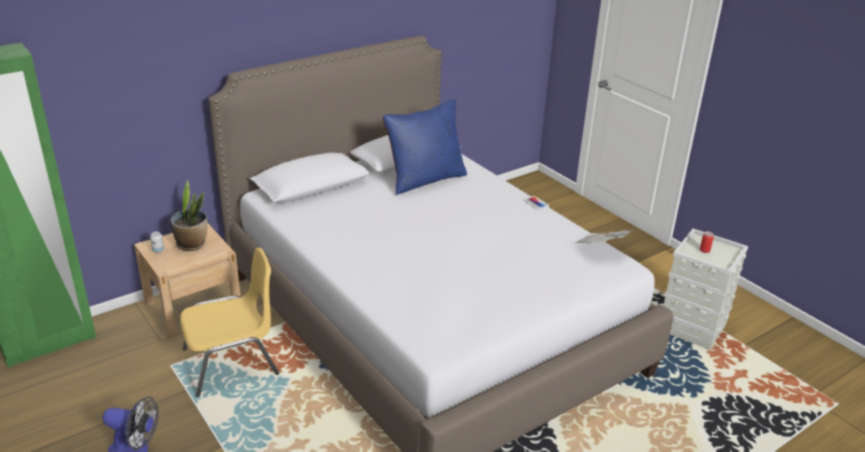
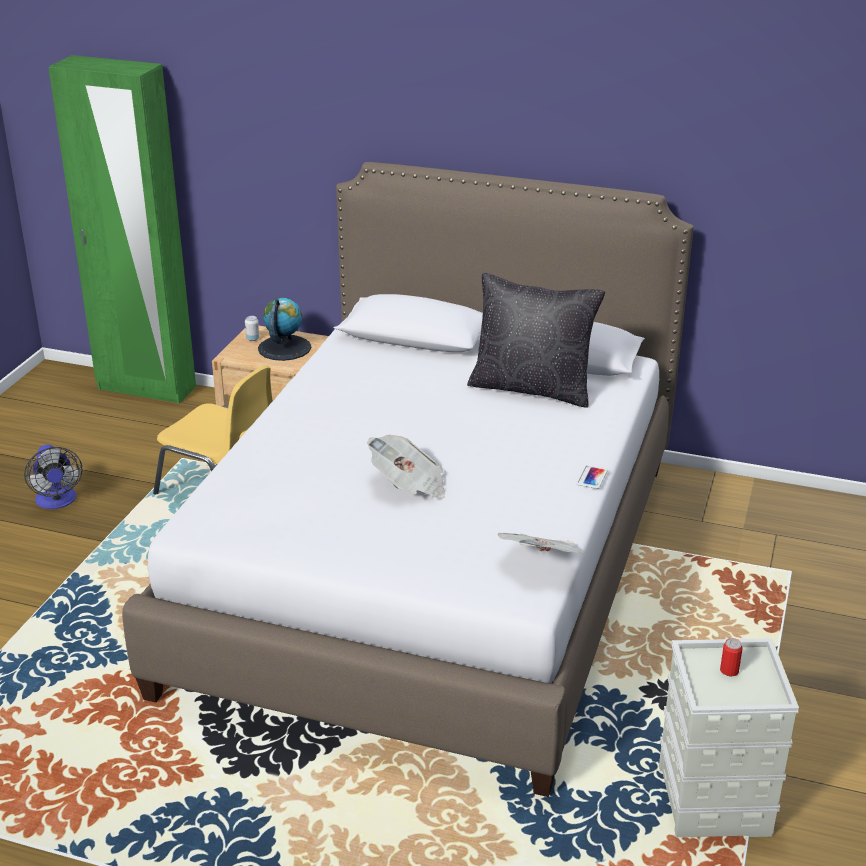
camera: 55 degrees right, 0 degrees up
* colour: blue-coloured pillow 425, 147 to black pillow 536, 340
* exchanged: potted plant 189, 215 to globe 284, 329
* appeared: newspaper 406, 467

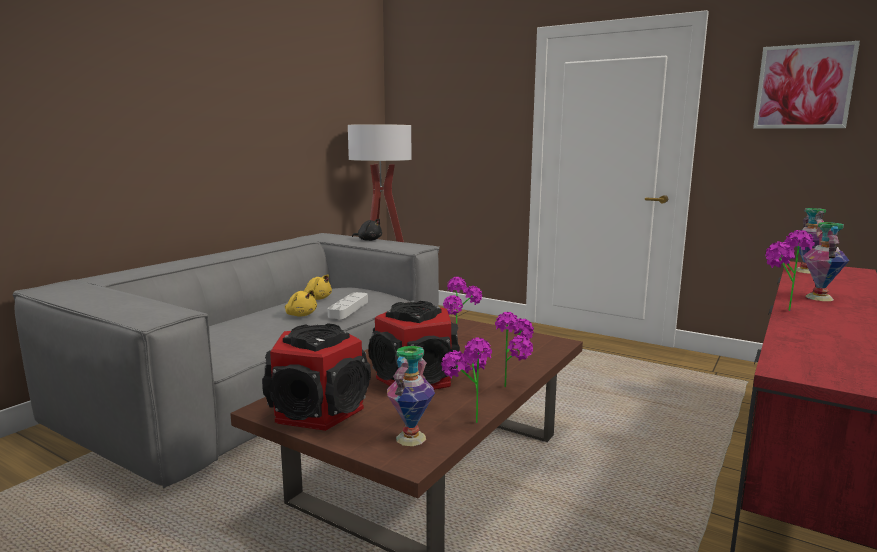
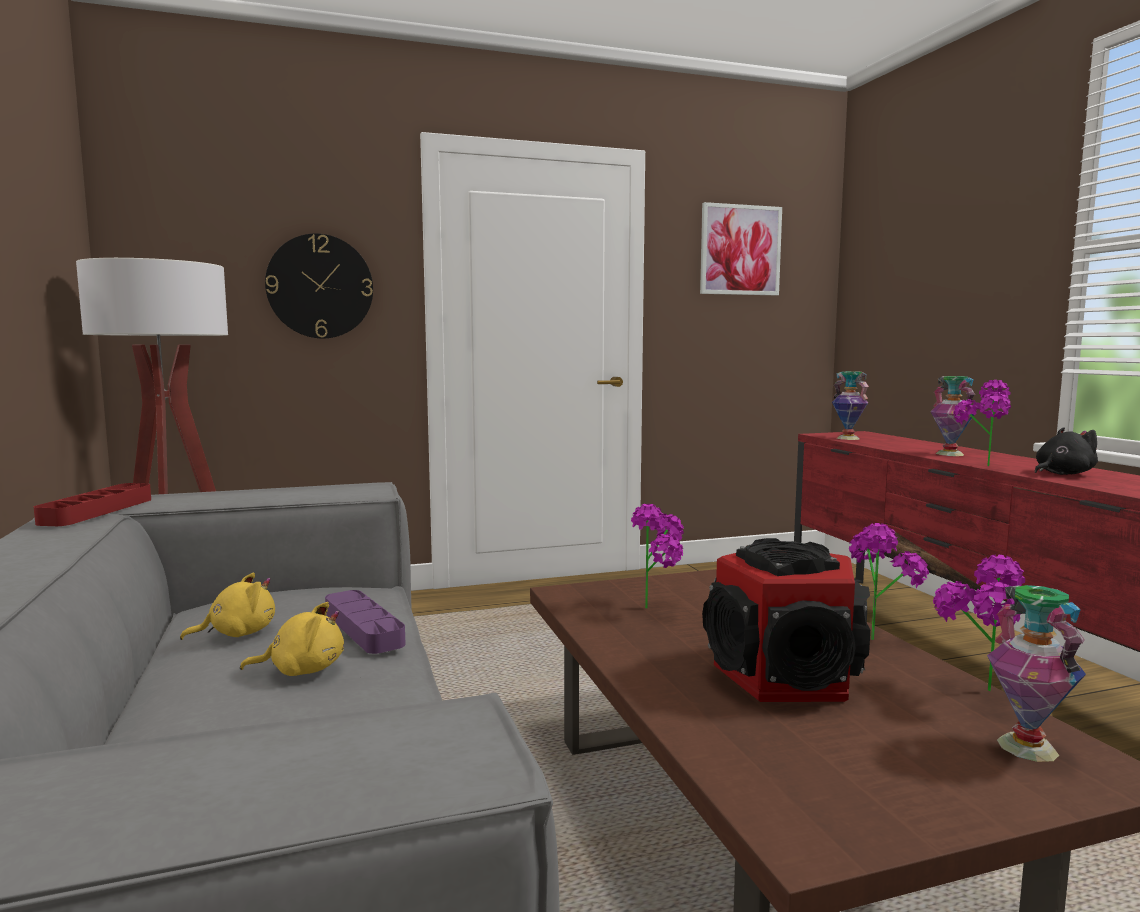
camera: 50 degrees left, 5 degrees down
* relocated: black plush toy 367, 230 to 1066, 451
* colour: greyish carrying tray 348, 305 to purple-coloured carrying tray 365, 622
* missing: loudspeaker 316, 377
* appeared: hanging clock 319, 286
* appeared: red-coloured carrying tray 92, 504

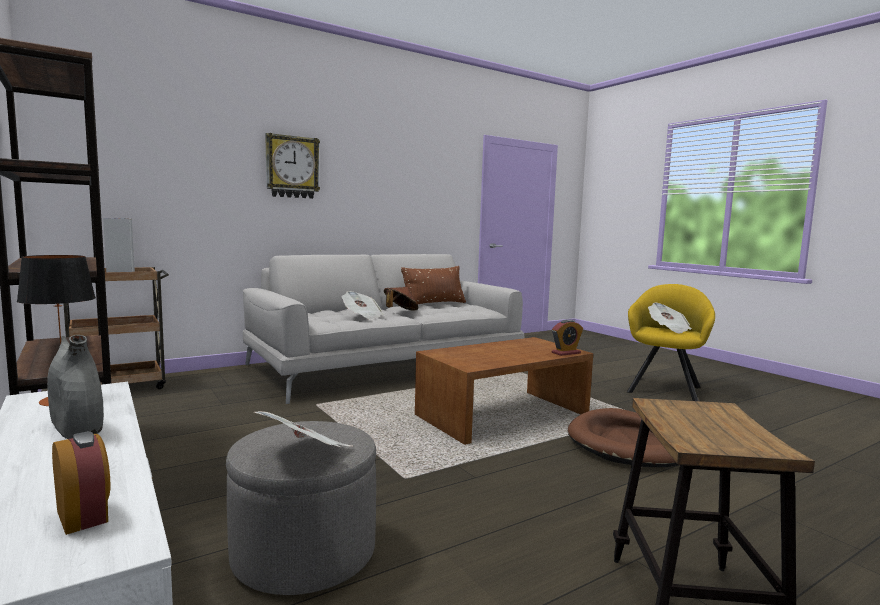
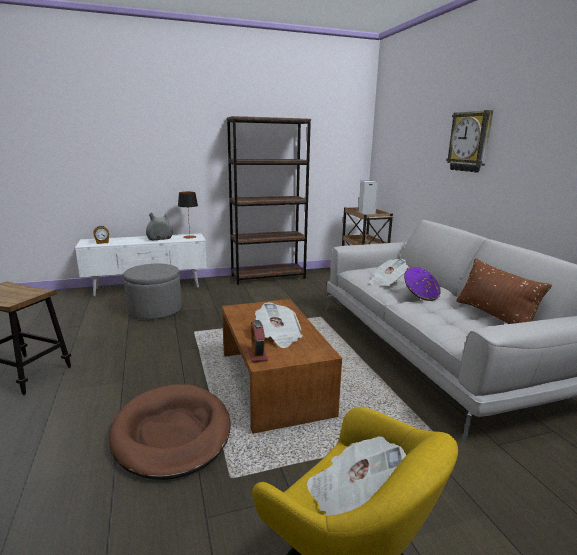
camera: 105 degrees right, 10 degrees up
* colour: brownish clothing hat 401, 299 to purple-coloured clothing hat 422, 284
* relocated: newspaper 303, 429 to 279, 325

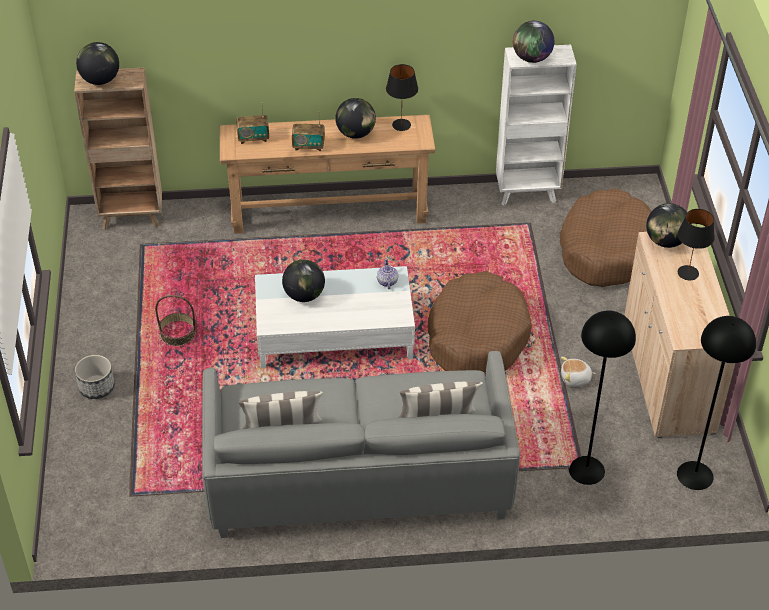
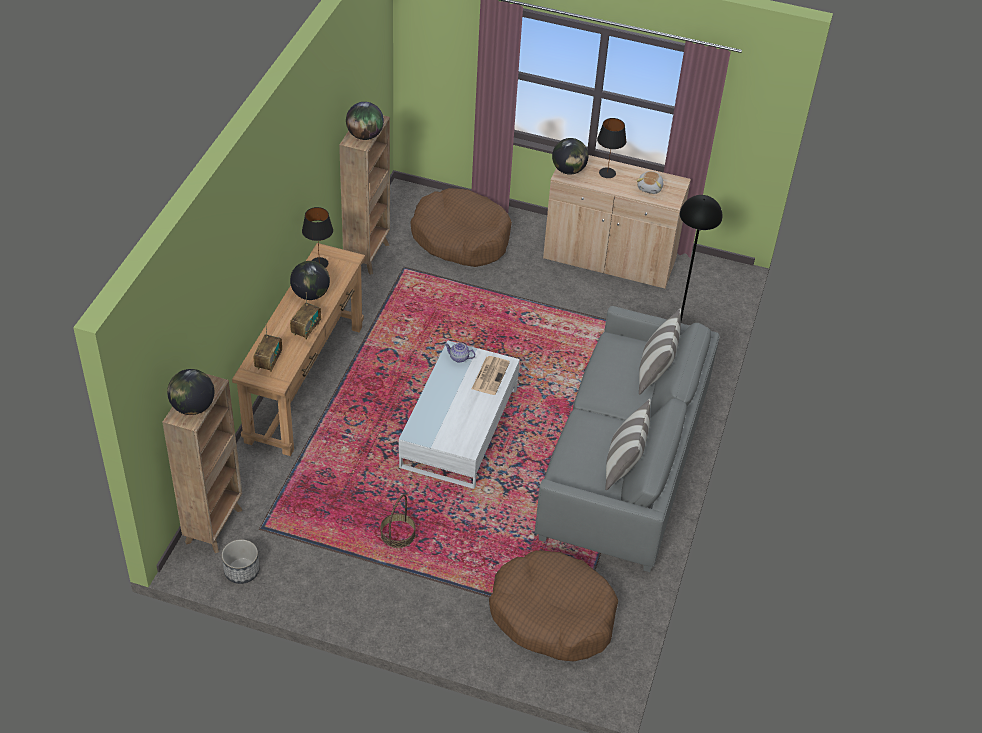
camera: 70 degrees left, 0 degrees up
* colour: whitish shelving unit 536, 125 to brownish shelving unit 364, 195
* missing: globe 303, 280
* relocated: brownish pet bed 480, 323 to 553, 605
* missing: black standard lamp 716, 403
* relocated: plant pot 95, 377 to 241, 561
* relocated: plush toy 578, 372 to 650, 182
* appeared: newspaper 491, 375

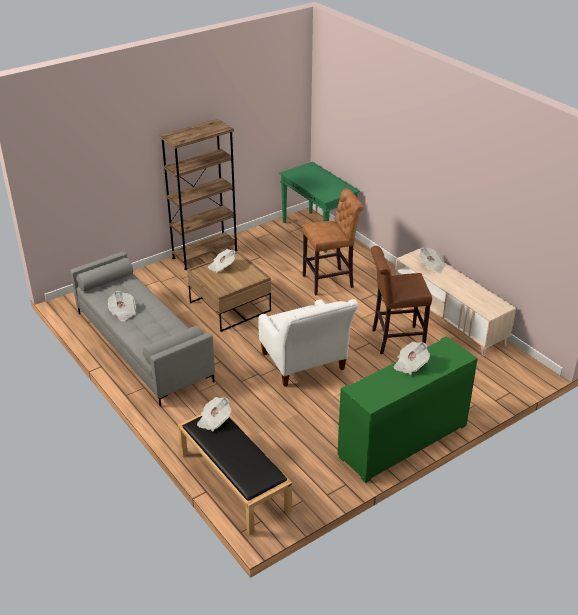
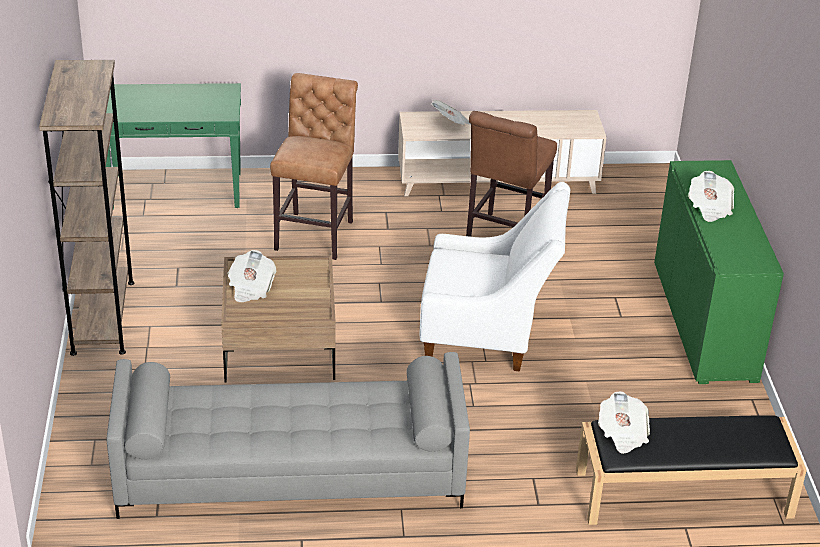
camera: 60 degrees left, 0 degrees up
* missing: newspaper 122, 306

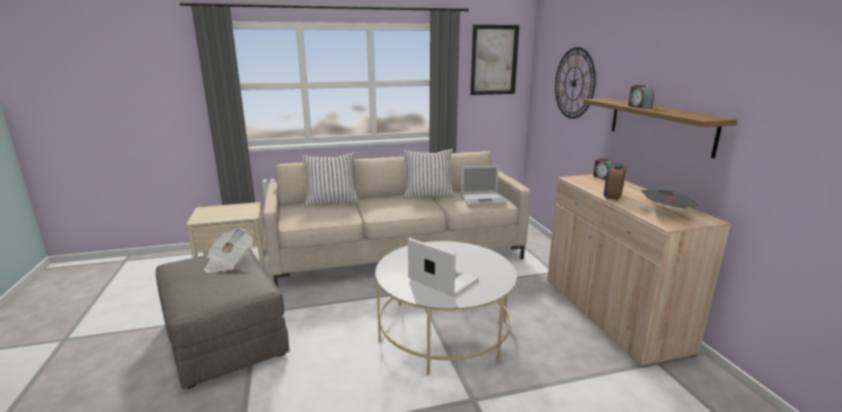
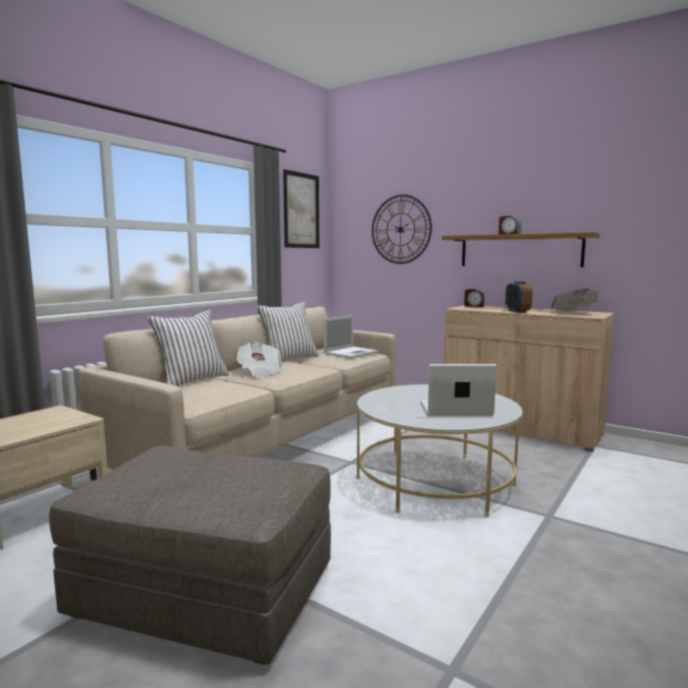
camera: 40 degrees left, 10 degrees down
* relocated: newspaper 228, 250 to 259, 359

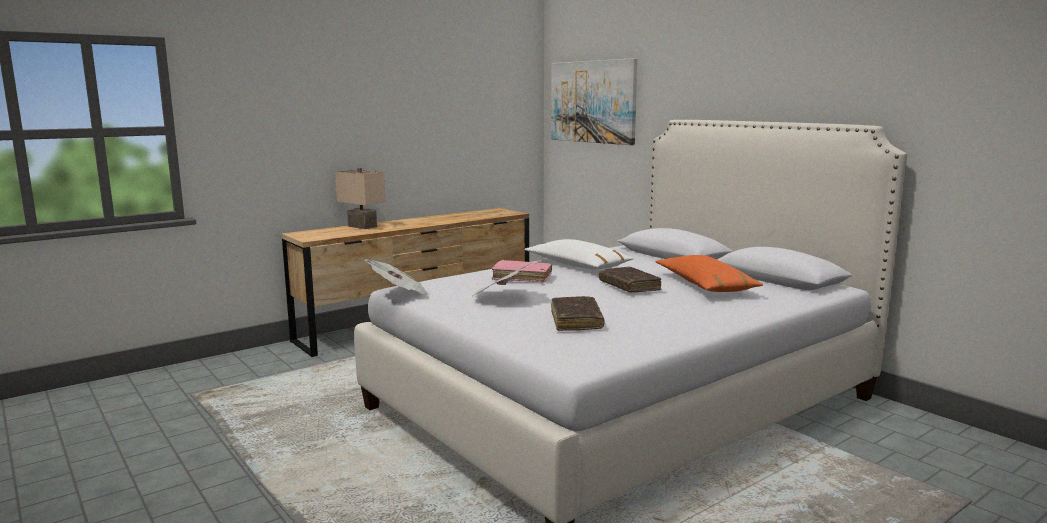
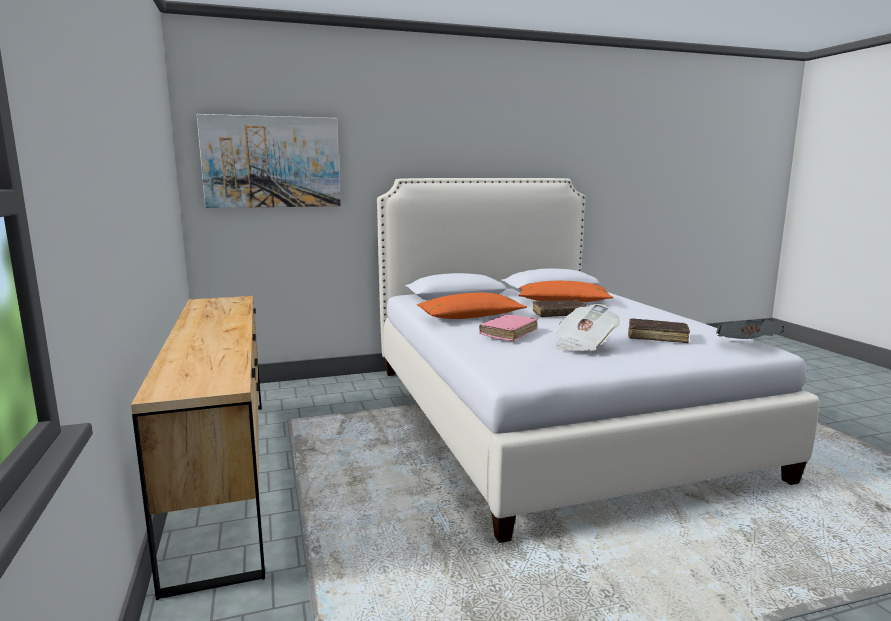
camera: 70 degrees left, 0 degrees up
* missing: beige table lamp 360, 198
* colour: whitish pillow 579, 254 to orange pillow 472, 306
* relocated: newspaper 397, 277 to 749, 329

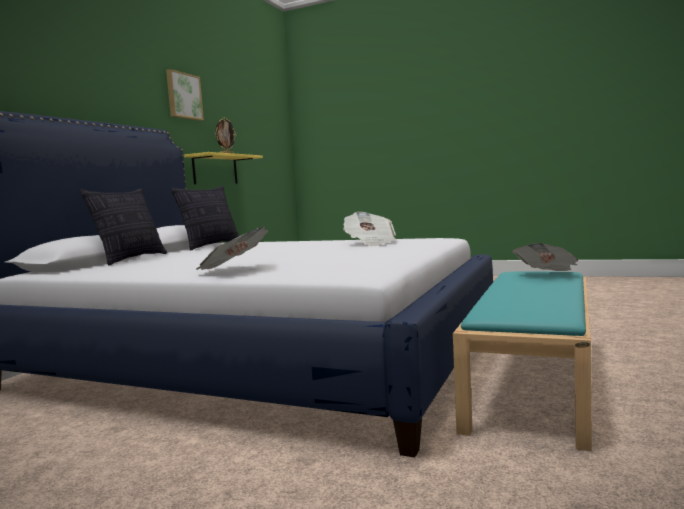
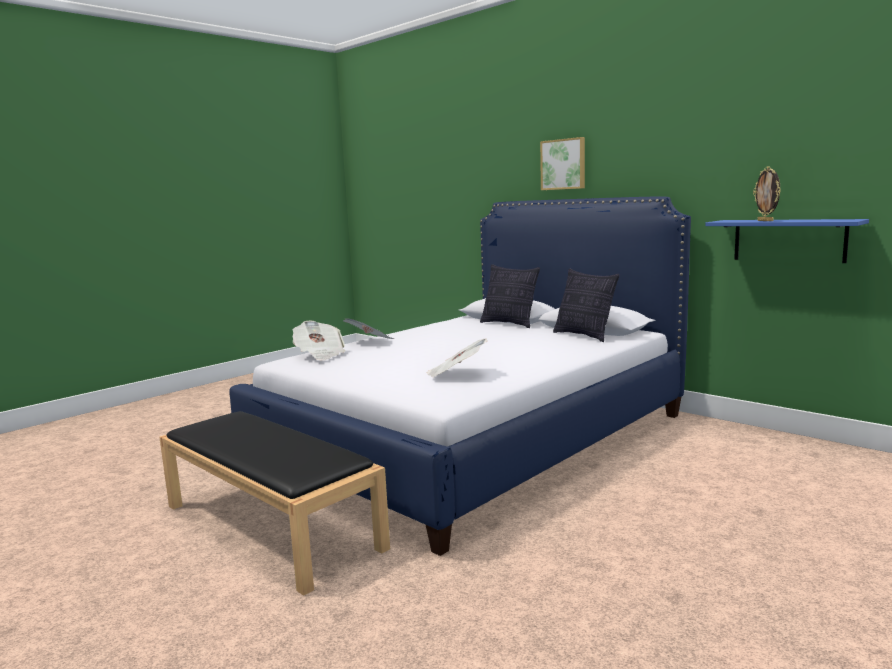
camera: 110 degrees right, 5 degrees up
* relocated: wall picture 185, 95 to 562, 163
* colour: yellow-coloured bracket shelf 223, 168 to blue-coloured bracket shelf 787, 241
* relocated: newspaper 545, 257 to 319, 341
* colour: turquoise long seat 522, 361 to black long seat 274, 503

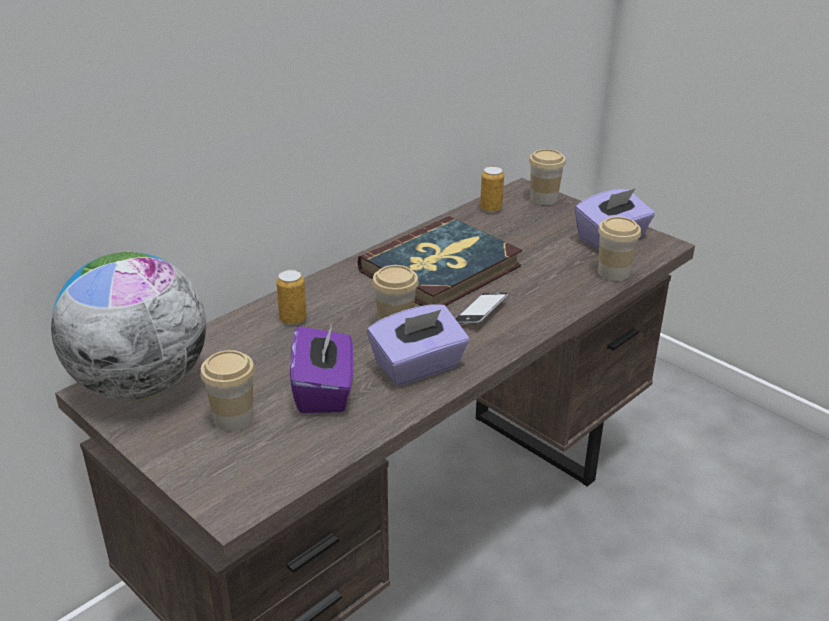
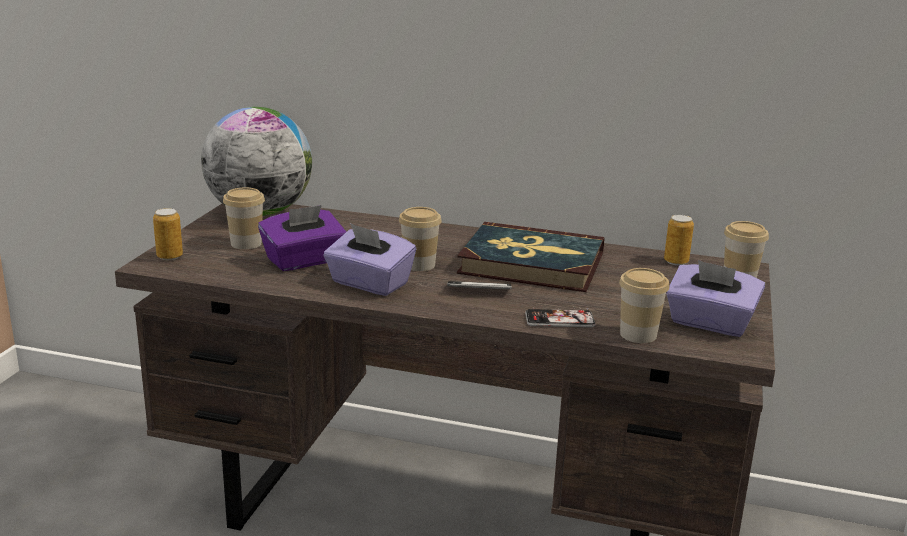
camera: 60 degrees right, 10 degrees down
* relocated: can 291, 297 to 168, 234
* appeared: telephone 560, 317

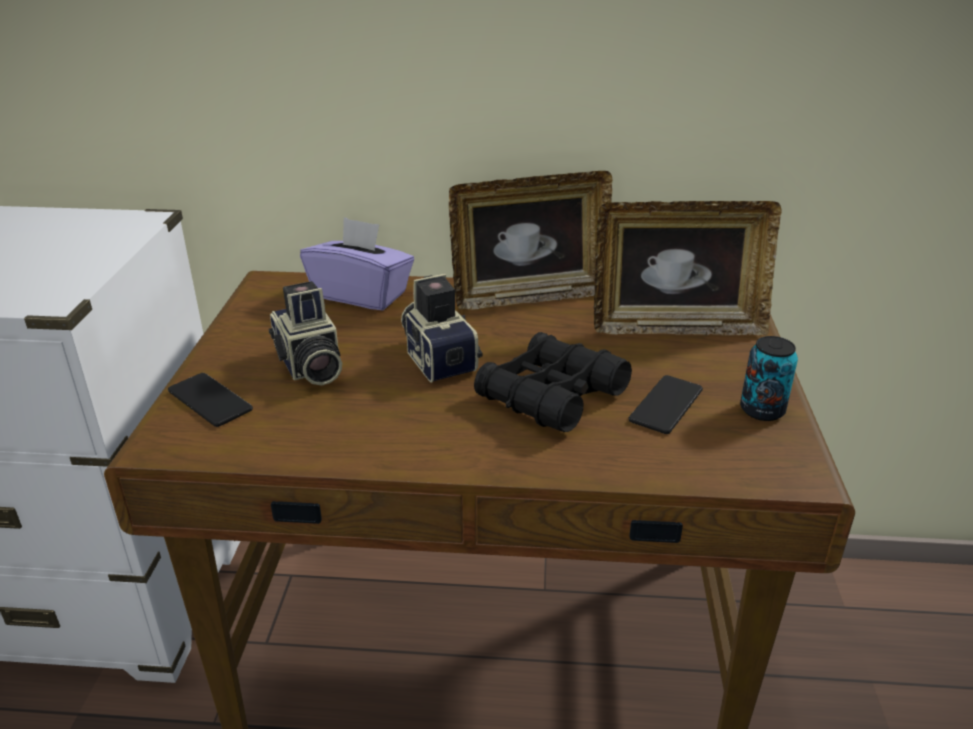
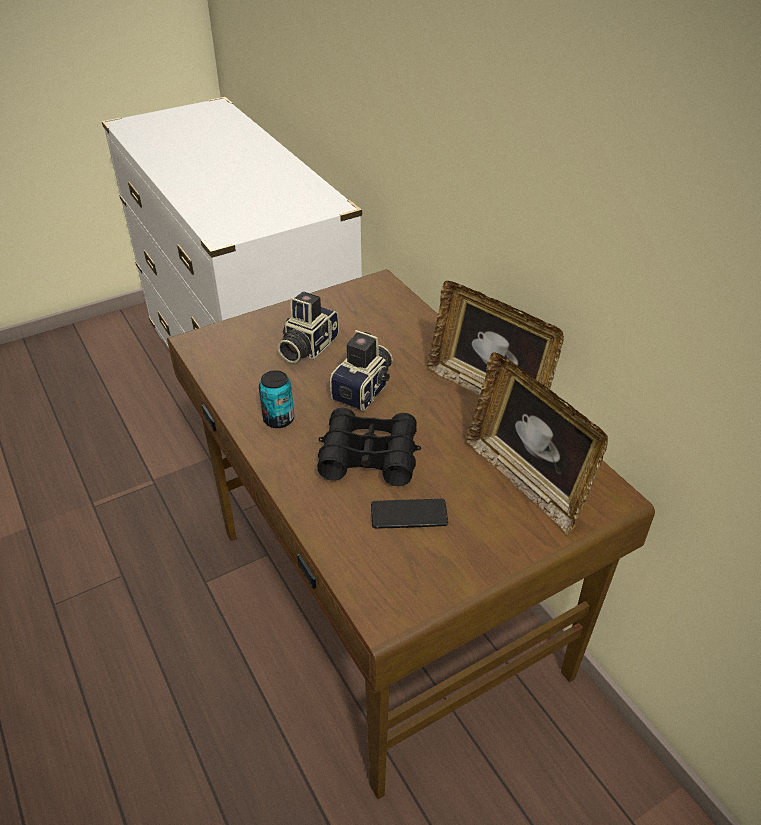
camera: 55 degrees right, 10 degrees up
* missing: purple-coloured tissue holder 357, 263
* relocated: can 769, 378 to 276, 399
* missing: telephone 210, 400

